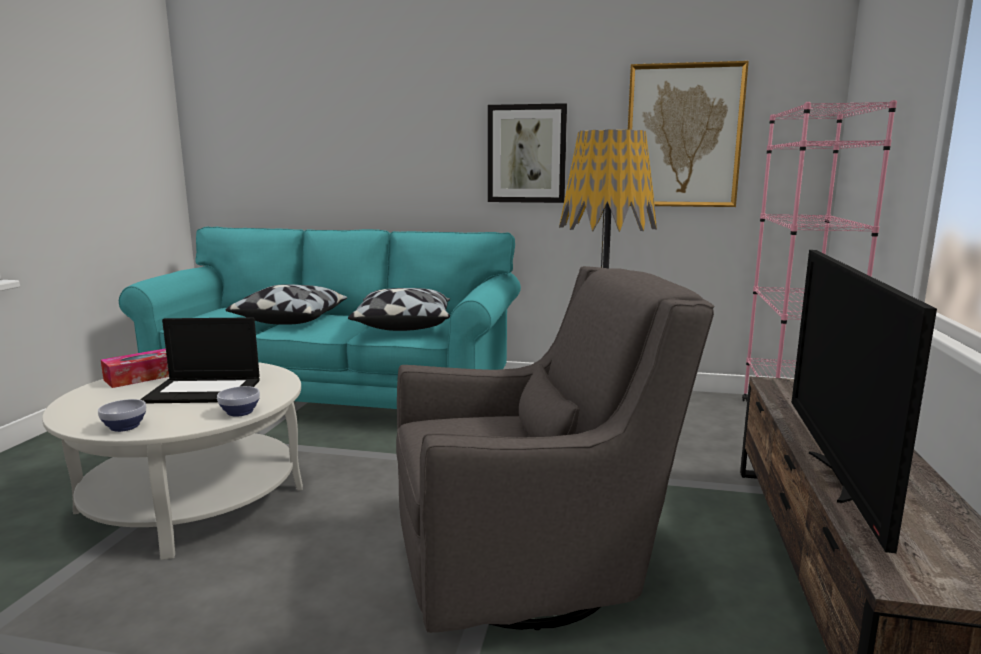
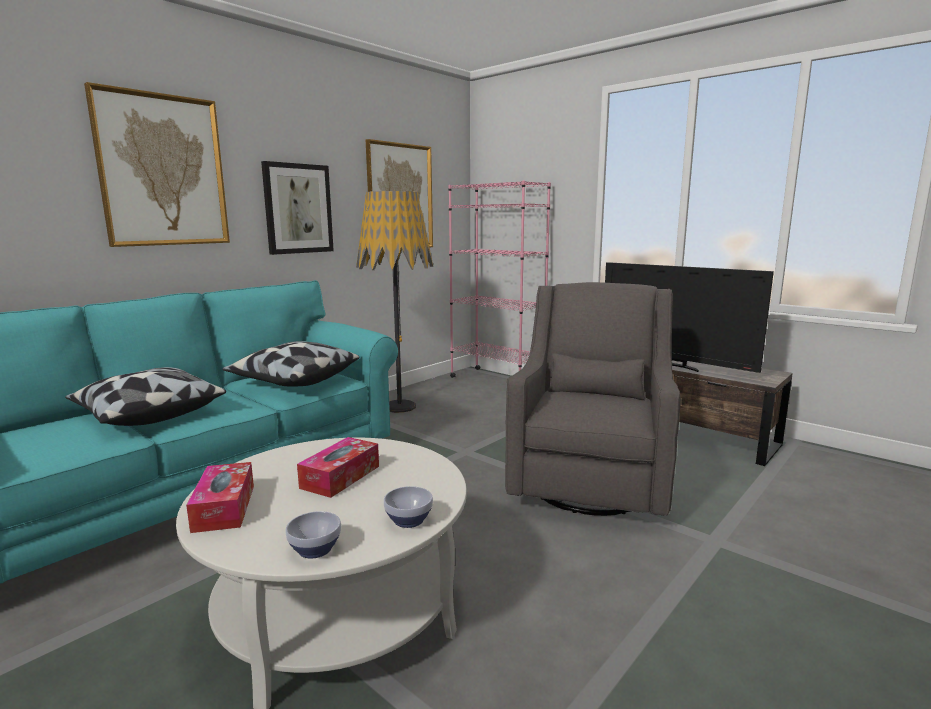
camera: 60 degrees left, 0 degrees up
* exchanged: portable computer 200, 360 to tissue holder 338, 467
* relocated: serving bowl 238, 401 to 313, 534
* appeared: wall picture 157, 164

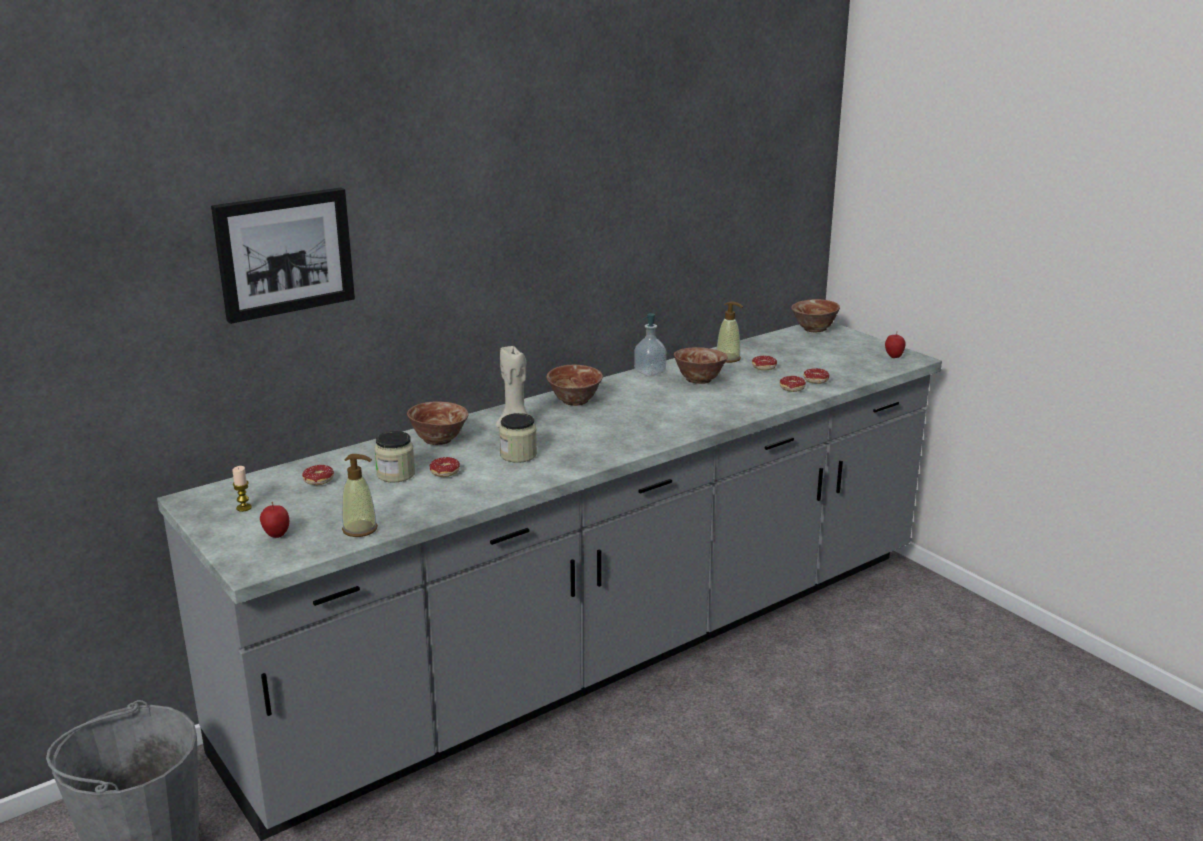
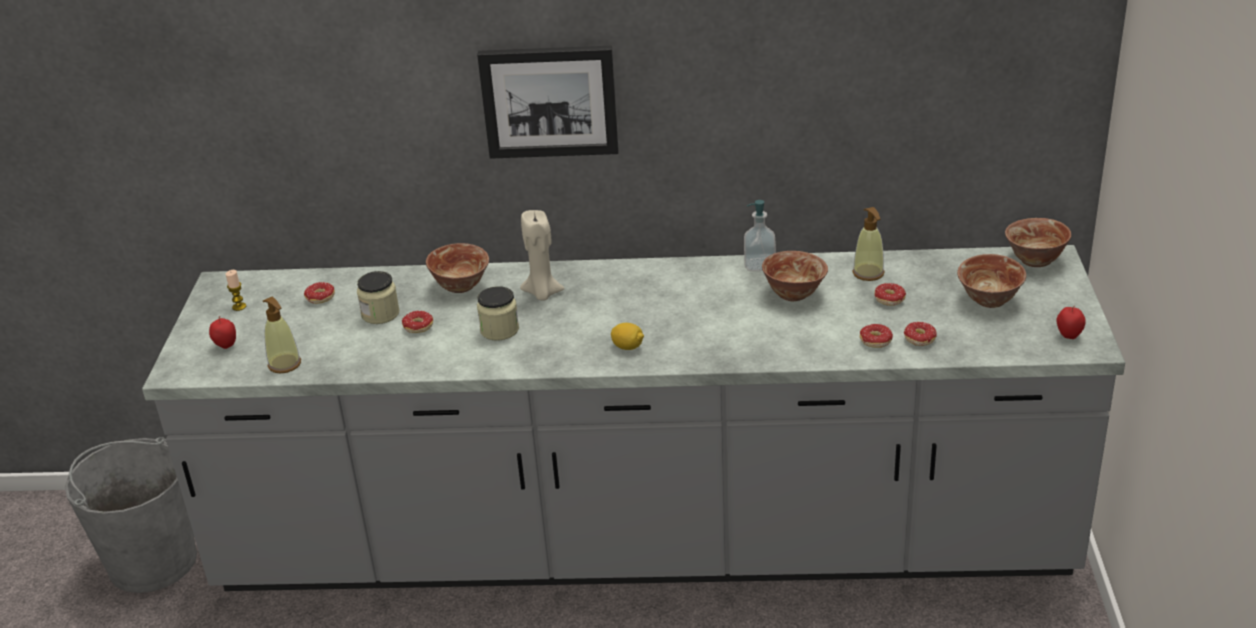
camera: 40 degrees right, 10 degrees up
* relocated: wall picture 283, 256 to 548, 102
* relocated: serving bowl 575, 385 to 991, 281
* appeared: lemon 627, 336

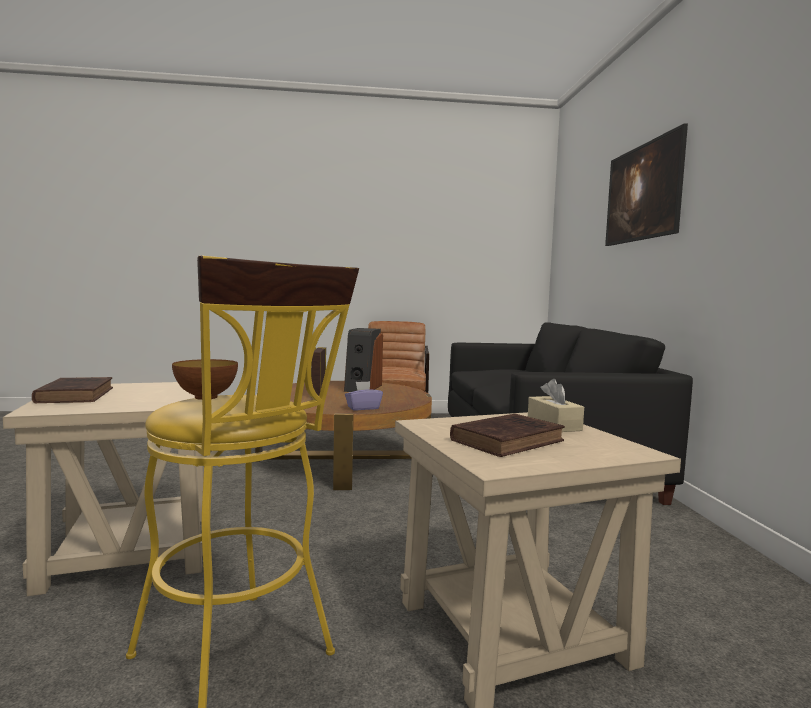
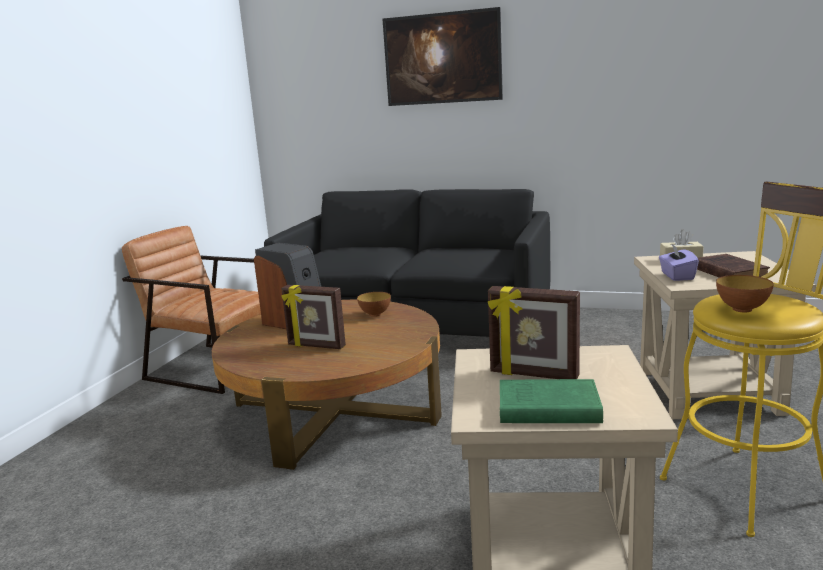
camera: 65 degrees left, 10 degrees up
* colour: brownish book 72, 390 to green book 551, 401
* relocated: purple-coloured tissue holder 364, 395 to 679, 262
* appeared: picture frame 534, 332
* appeared: serving bowl 374, 304

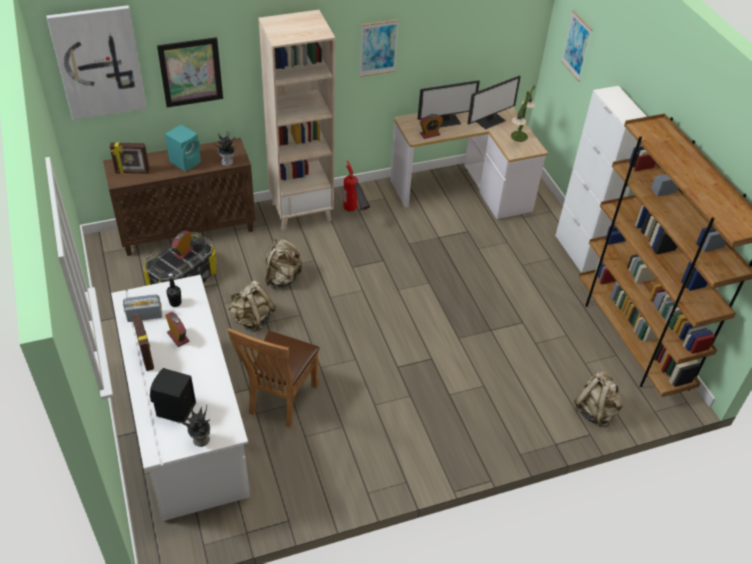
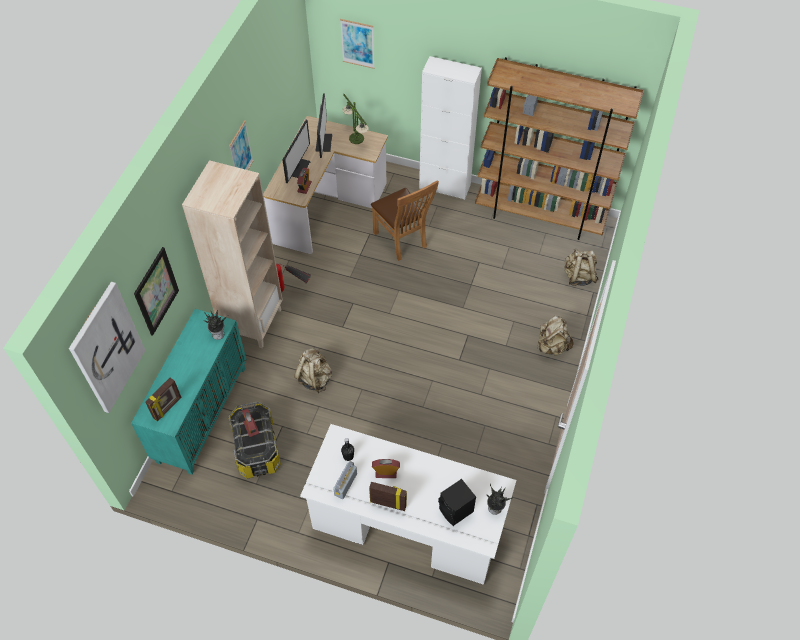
camera: 50 degrees left, 10 degrees up
* missing: turquoise loudspeaker 183, 147
* colour: brownish storage cabinet 179, 197 to turquoise storage cabinet 189, 392
* relocated: beige backpack 252, 306 to 555, 335
* relocated: brownish upright chair 273, 378 to 405, 220

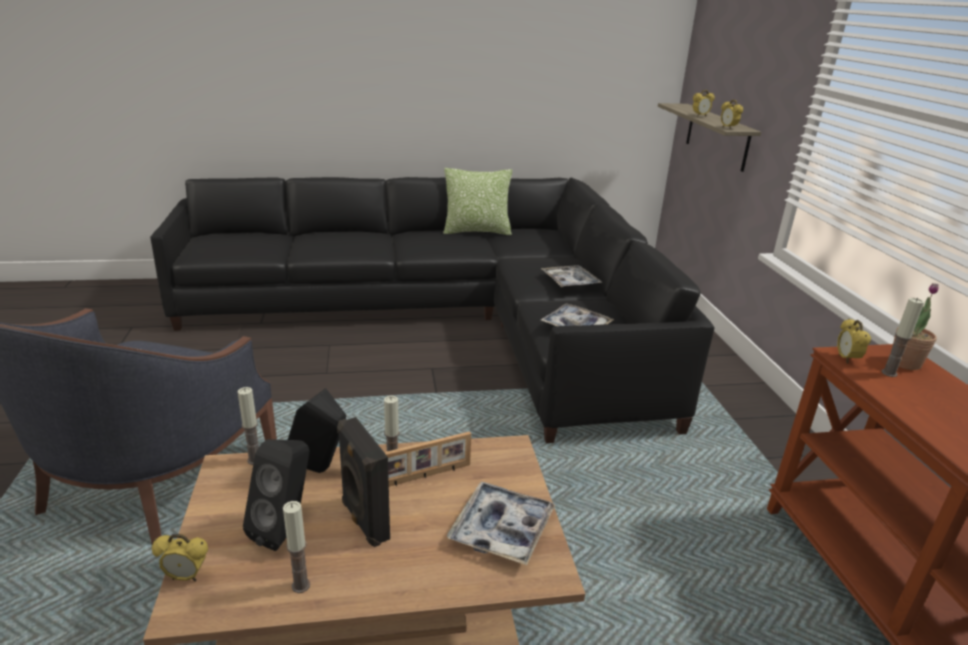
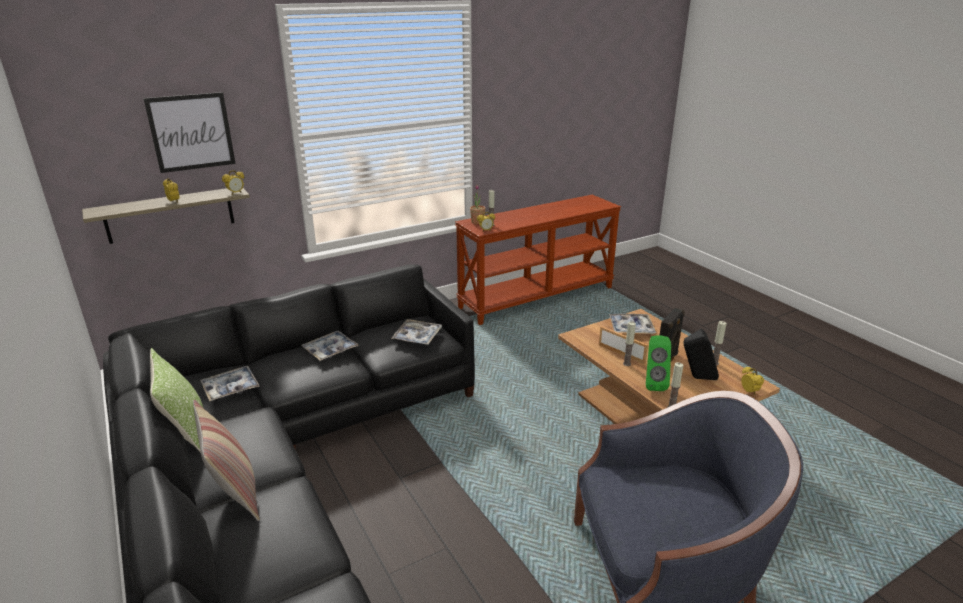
camera: 110 degrees left, 0 degrees up
* colour: black loudspeaker 317, 430 to green loudspeaker 658, 363
* appeared: wall picture 189, 132
* appeared: carrying tray 229, 383
* appeared: pillow 226, 460

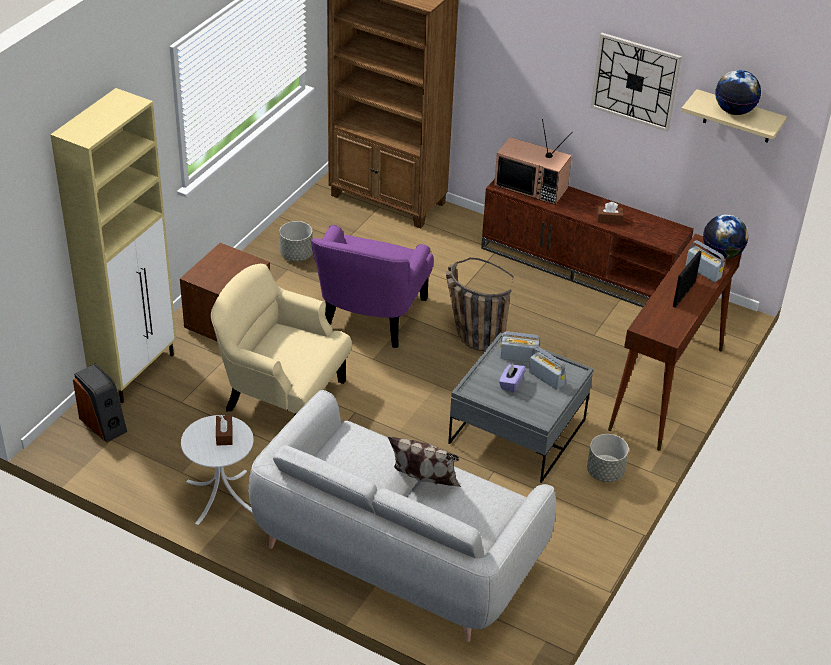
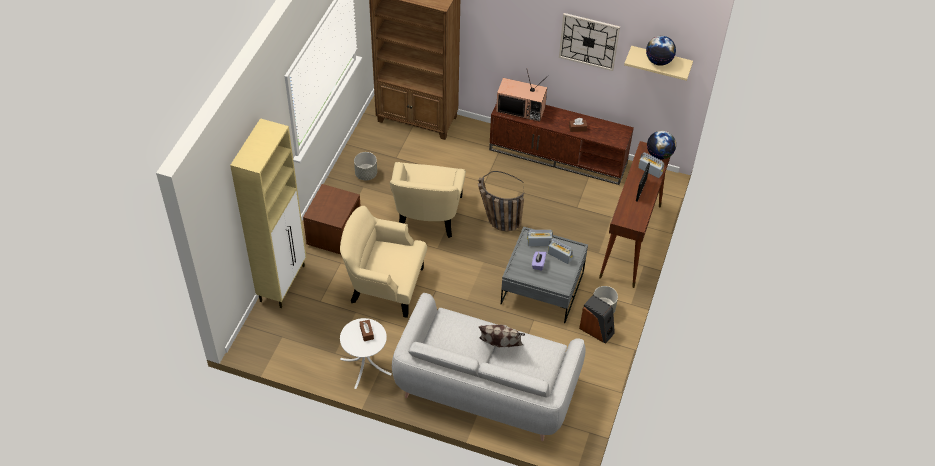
camera: 10 degrees left, 10 degrees up
* colour: purple-coloured easy chair 372, 286 to beige easy chair 428, 200
* relocated: loudspeaker 100, 403 to 597, 319

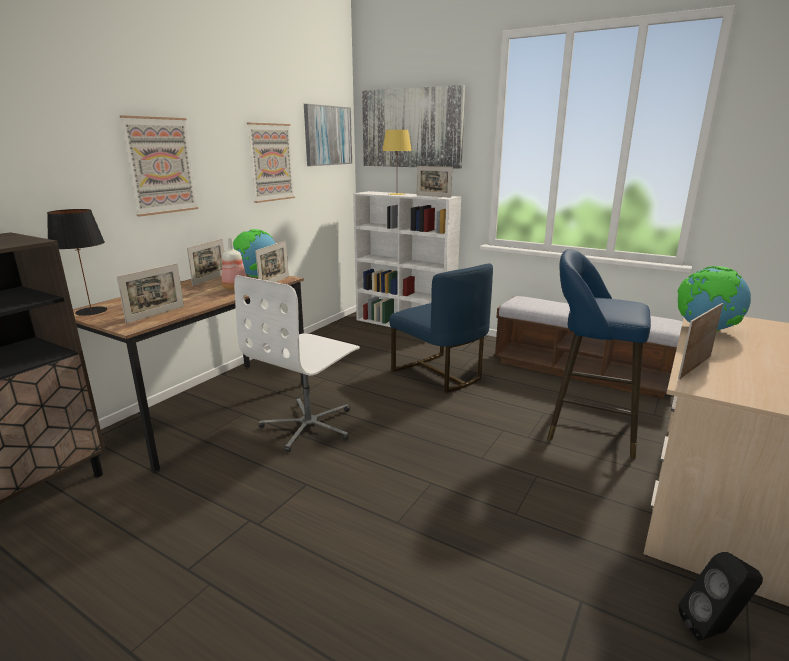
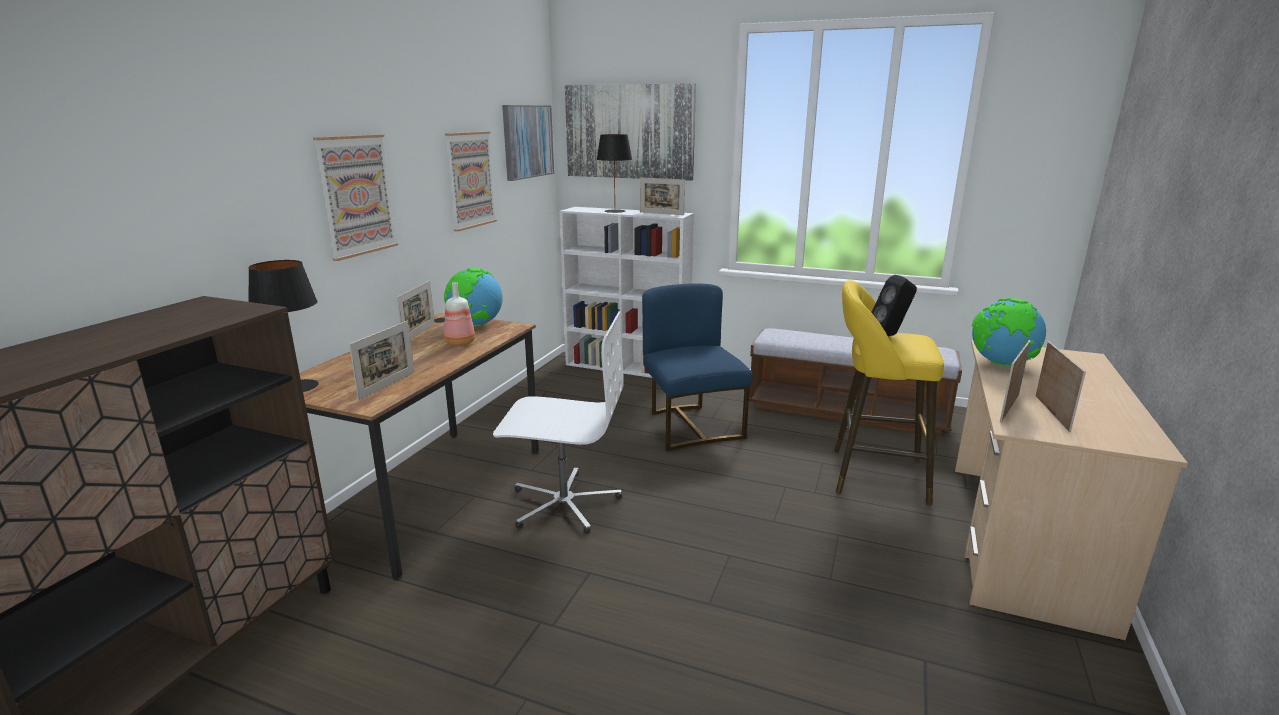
camera: 10 degrees left, 0 degrees up
* colour: yellow-coloured table lamp 397, 162 to black table lamp 614, 173
* relocated: picture frame 272, 261 to 1061, 386
* colour: blue-coloured sitting stool 599, 354 to yellow-coloured sitting stool 889, 392
* spun: blue-coloured upright chair 441, 328 = 697, 367 150 degrees counterclockwise
* spun: whitish computer chair 297, 363 = 558, 422 105 degrees counterclockwise
* relocated: black loudspeaker 720, 596 to 894, 305

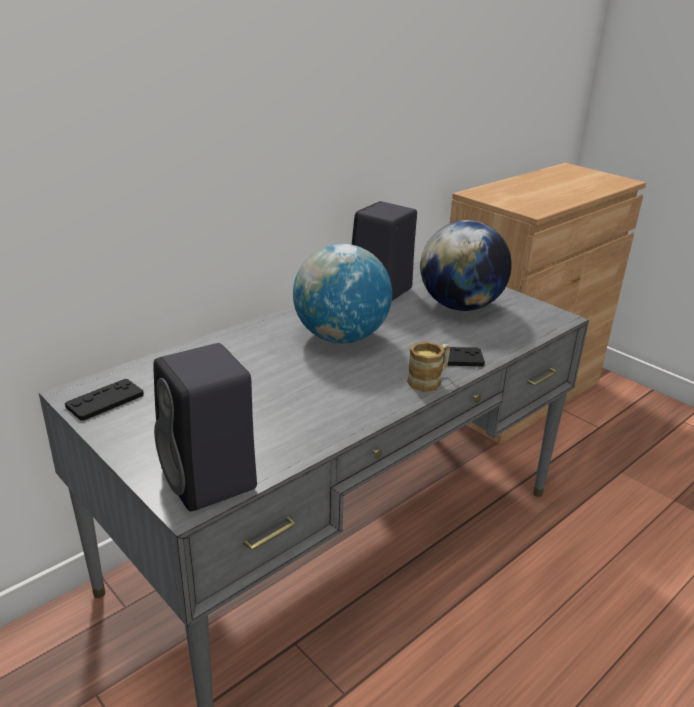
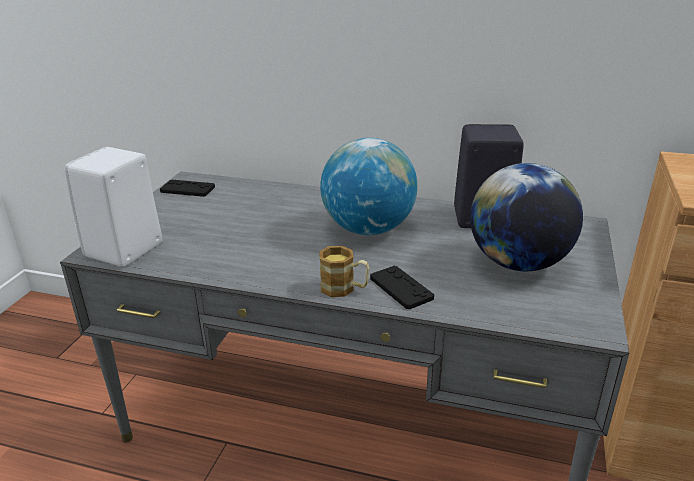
camera: 60 degrees right, 0 degrees up
* colour: black loudspeaker 205, 427 to whitish loudspeaker 114, 207

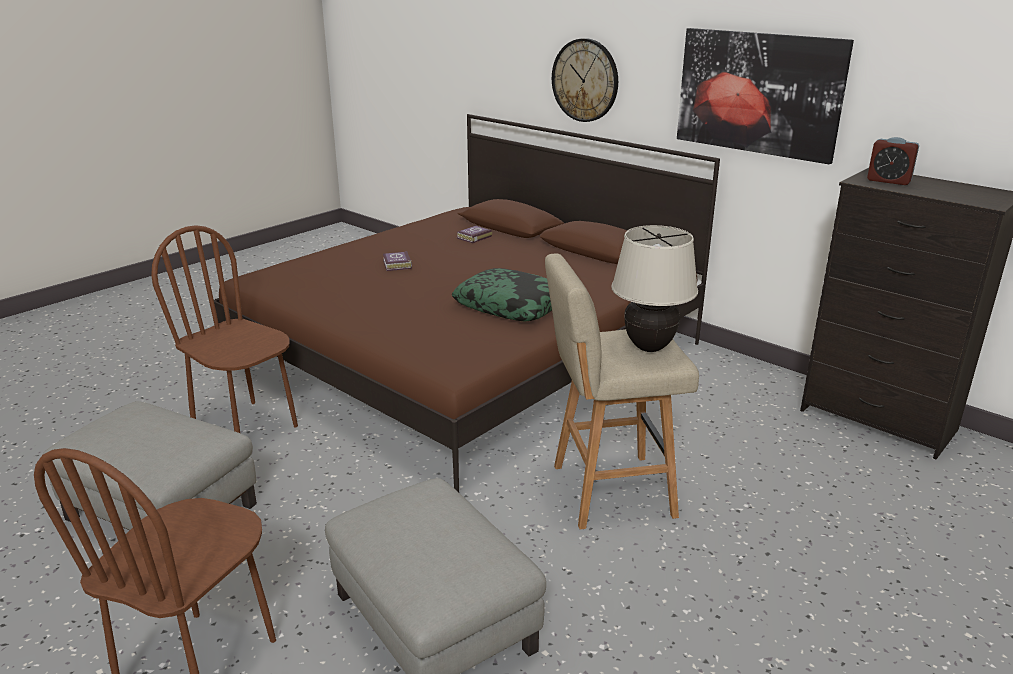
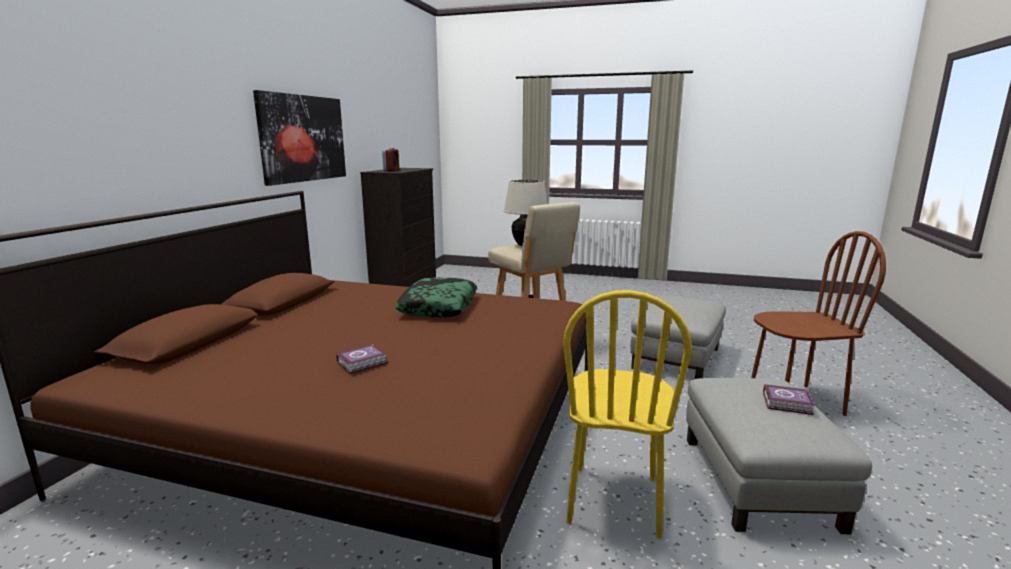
camera: 115 degrees left, 10 degrees down
* missing: hanging clock 585, 80
* colour: brownish upright chair 224, 329 to yellow-coloured upright chair 627, 414
* relocated: book 474, 234 to 789, 399

